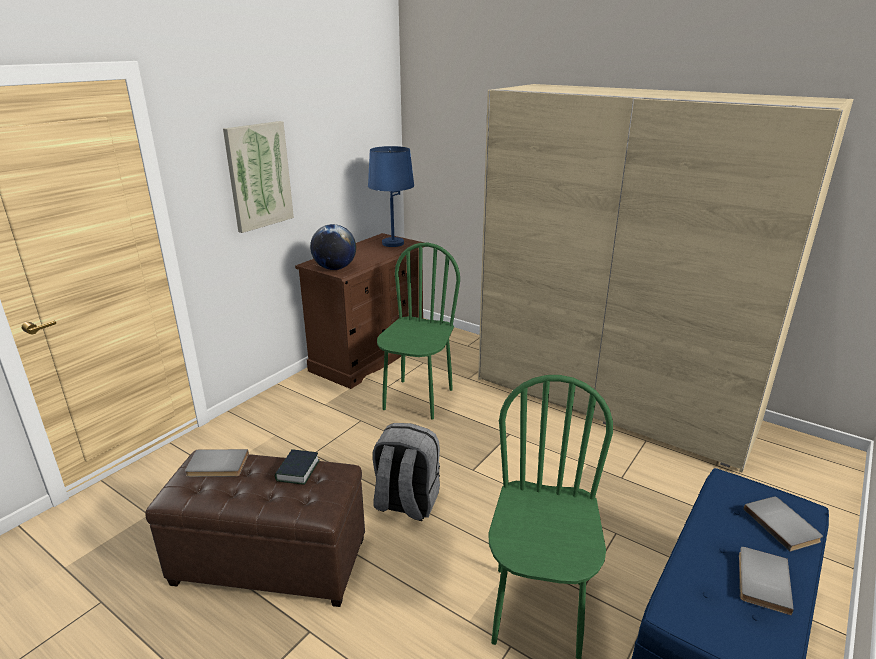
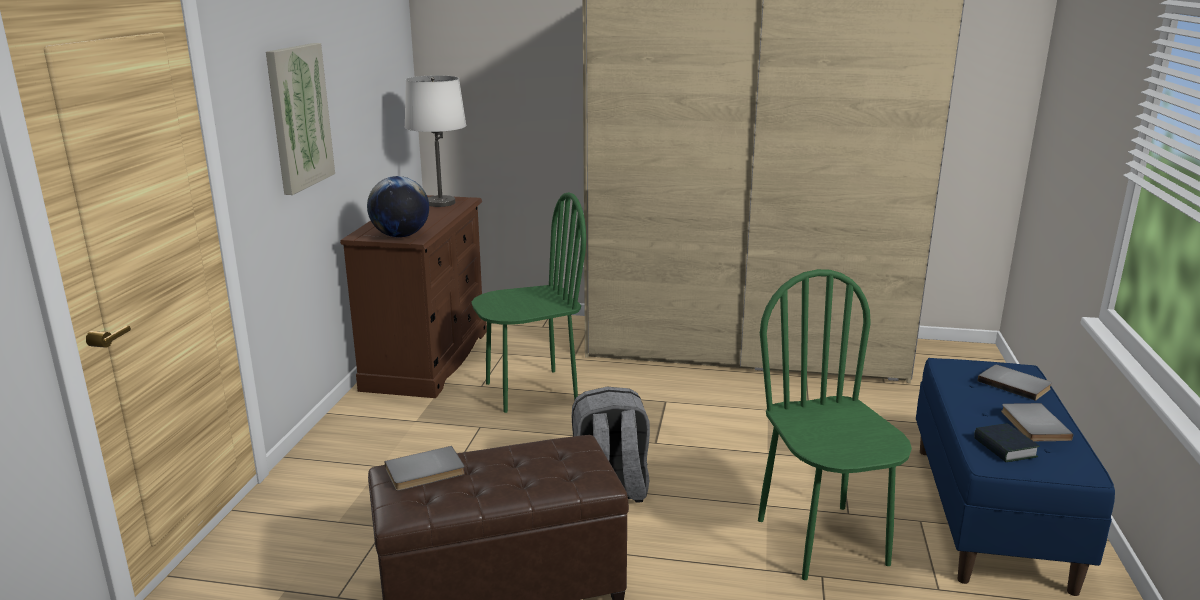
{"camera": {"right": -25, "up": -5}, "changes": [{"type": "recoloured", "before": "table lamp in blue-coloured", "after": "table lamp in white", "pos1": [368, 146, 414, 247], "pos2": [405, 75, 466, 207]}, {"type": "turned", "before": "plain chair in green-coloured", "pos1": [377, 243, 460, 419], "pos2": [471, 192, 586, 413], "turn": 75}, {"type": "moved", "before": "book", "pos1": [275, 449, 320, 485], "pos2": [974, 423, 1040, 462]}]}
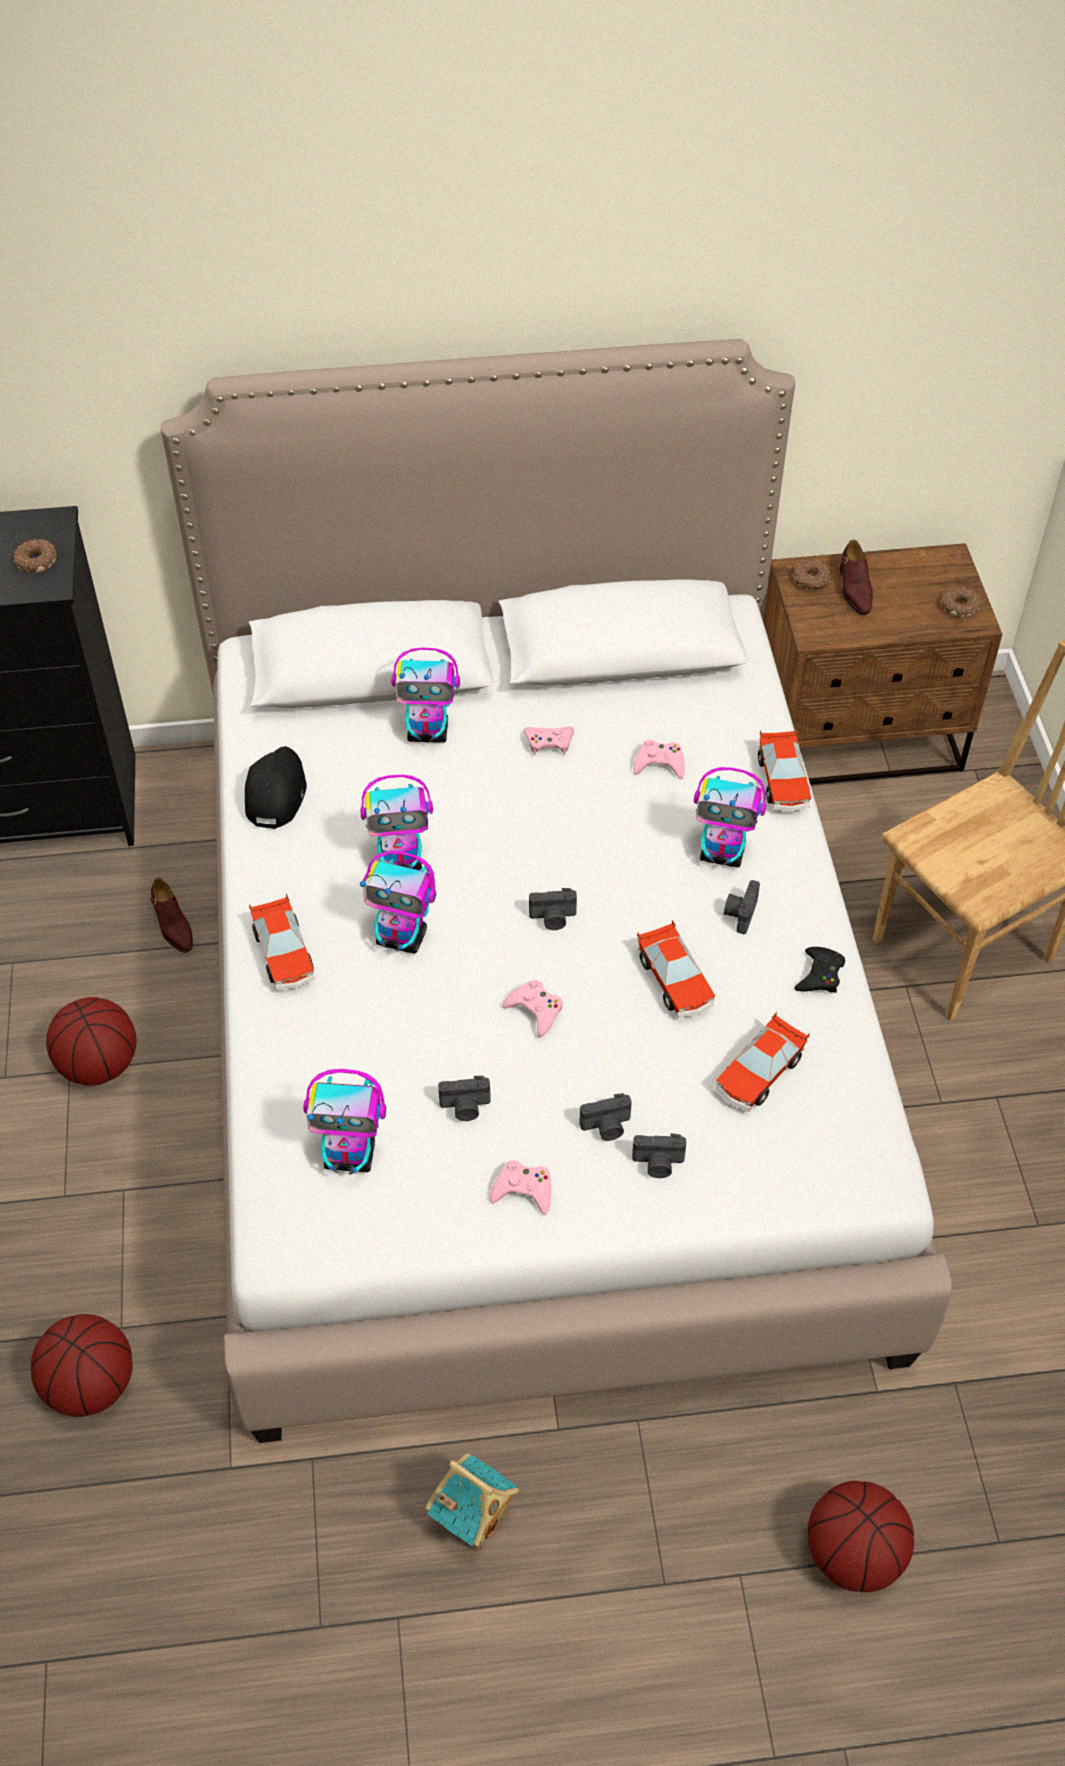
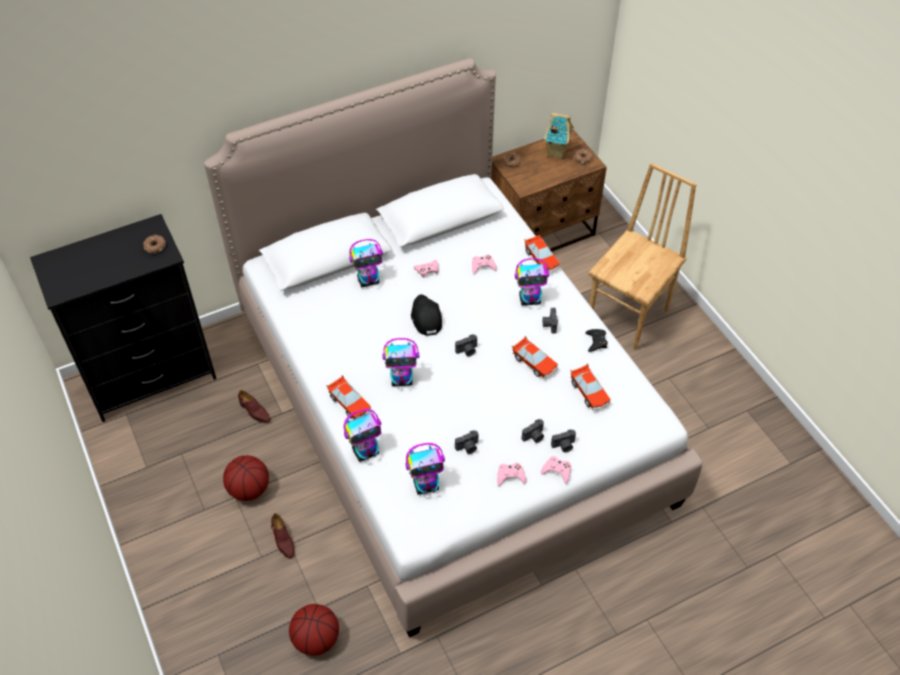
{"camera": {"right": -20, "up": 0}, "changes": [{"type": "moved", "before": "shoe in brownish", "pos1": [840, 539, 873, 615], "pos2": [271, 513, 294, 559]}, {"type": "moved", "before": "toy robot", "pos1": [360, 775, 433, 870], "pos2": [344, 409, 381, 462]}, {"type": "moved", "before": "cap in black", "pos1": [245, 746, 307, 829], "pos2": [411, 294, 442, 336]}, {"type": "moved", "before": "joypad in pink-coloured", "pos1": [502, 980, 563, 1037], "pos2": [541, 456, 571, 484]}, {"type": "moved", "before": "model house", "pos1": [426, 1453, 519, 1551], "pos2": [544, 113, 574, 159]}, {"type": "turned", "before": "model car", "pos1": [715, 1012, 810, 1112], "pos2": [571, 364, 611, 411], "turn": -45}, {"type": "removed", "before": "basketball ball", "pos1": [808, 1481, 914, 1592]}]}
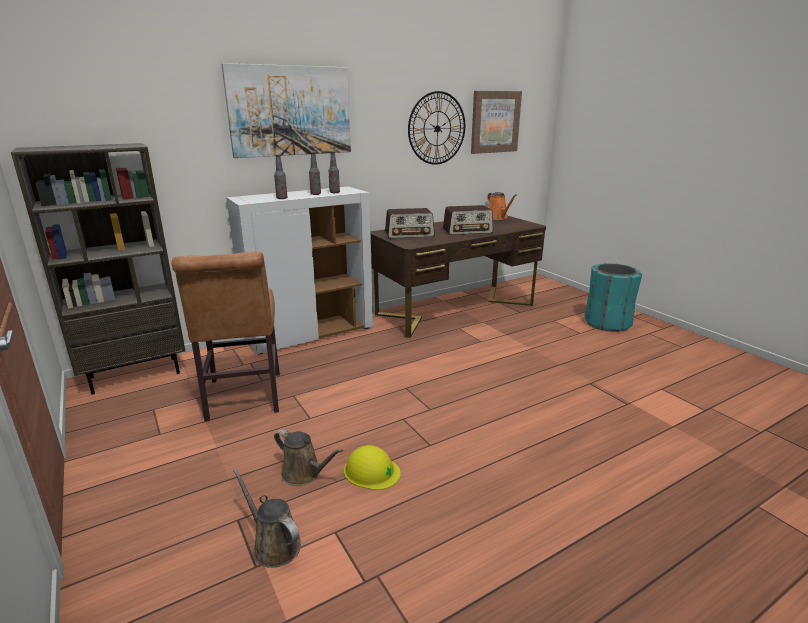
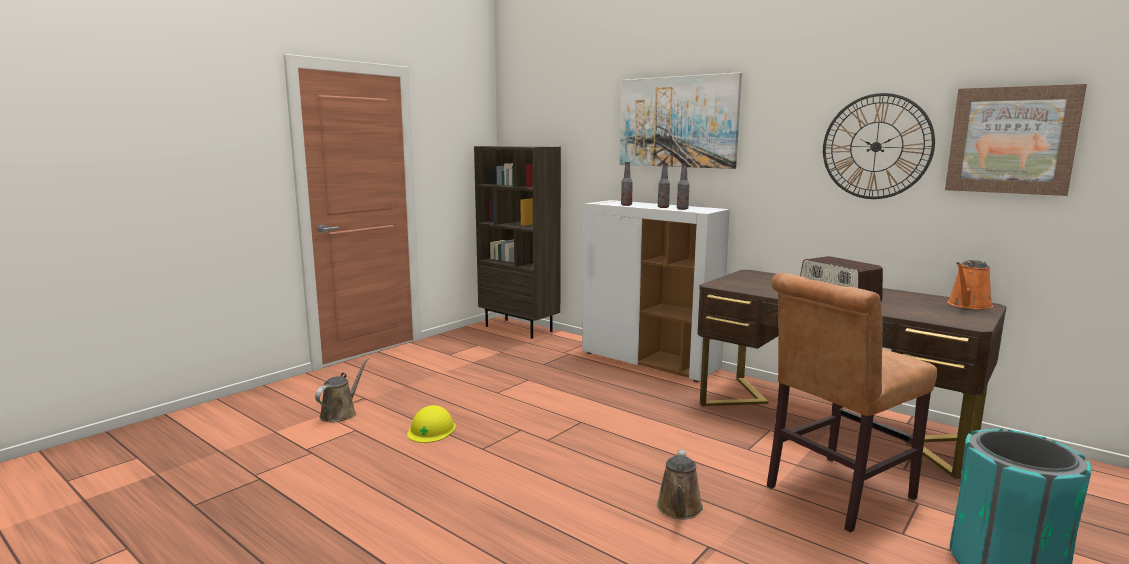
{"camera": {"right": 70, "up": -10}, "changes": [{"type": "moved", "before": "watering can in brownish", "pos1": [274, 429, 343, 486], "pos2": [657, 450, 703, 519]}, {"type": "moved", "before": "plain chair in brownish", "pos1": [171, 252, 280, 421], "pos2": [767, 273, 937, 532]}, {"type": "removed", "before": "radio", "pos1": [385, 208, 435, 239]}]}
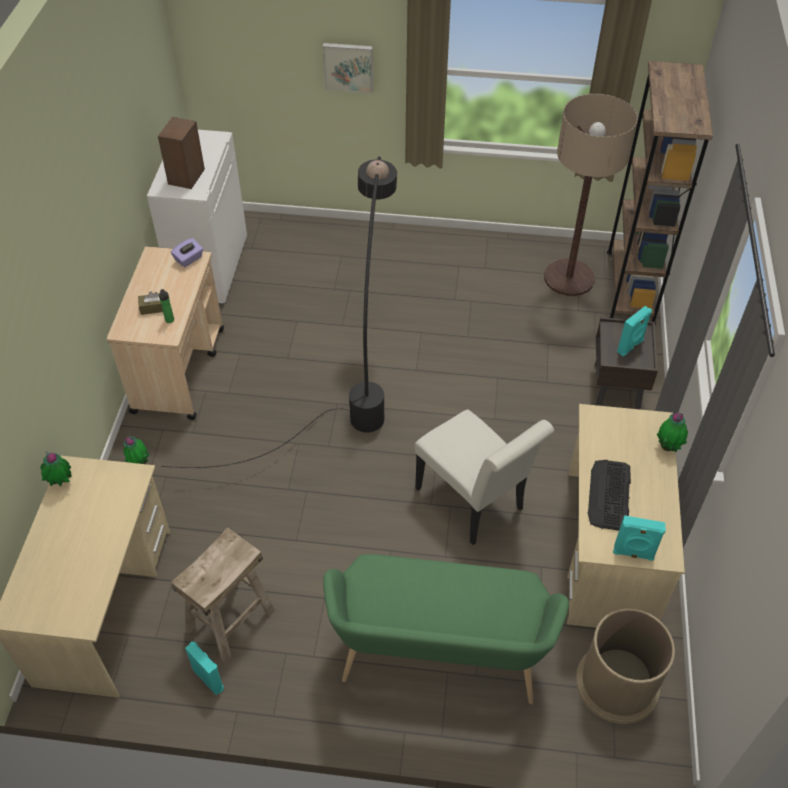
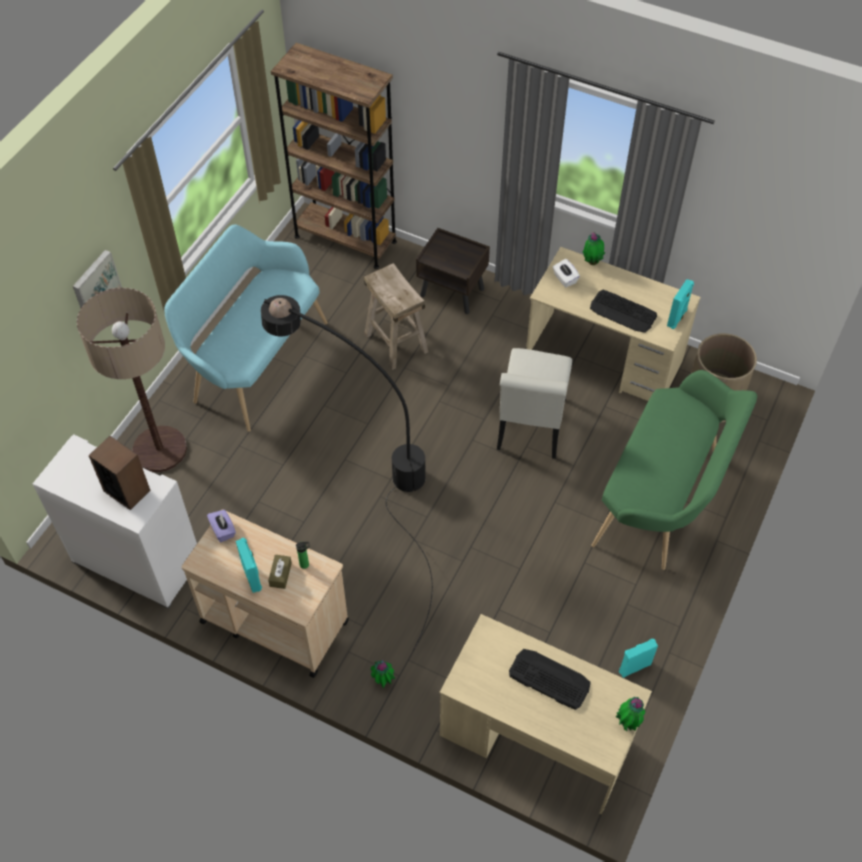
{"camera": {"right": -70, "up": 5}, "changes": [{"type": "moved", "before": "floor lamp", "pos1": [544, 94, 638, 296], "pos2": [77, 288, 187, 472]}, {"type": "added", "after": "indoor bench in blue-green", "pos2": [164, 224, 328, 432]}, {"type": "moved", "before": "loudspeaker in blue-green", "pos1": [617, 306, 652, 356], "pos2": [236, 538, 262, 593]}, {"type": "moved", "before": "stool in sand-coloured", "pos1": [171, 528, 275, 663], "pos2": [364, 263, 429, 370]}, {"type": "turned", "before": "plain chair in white", "pos1": [415, 410, 554, 545], "pos2": [497, 348, 572, 459], "turn": 120}, {"type": "added", "after": "computer keyboard", "pos2": [509, 649, 591, 710]}, {"type": "added", "after": "tissue box in white", "pos2": [553, 259, 580, 287]}, {"type": "moved", "before": "potted plant", "pos1": [40, 452, 72, 487], "pos2": [616, 697, 645, 731]}]}
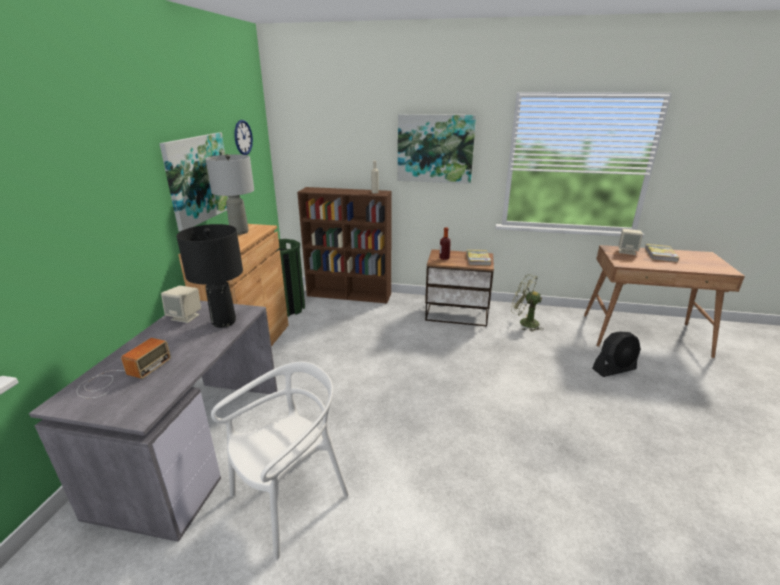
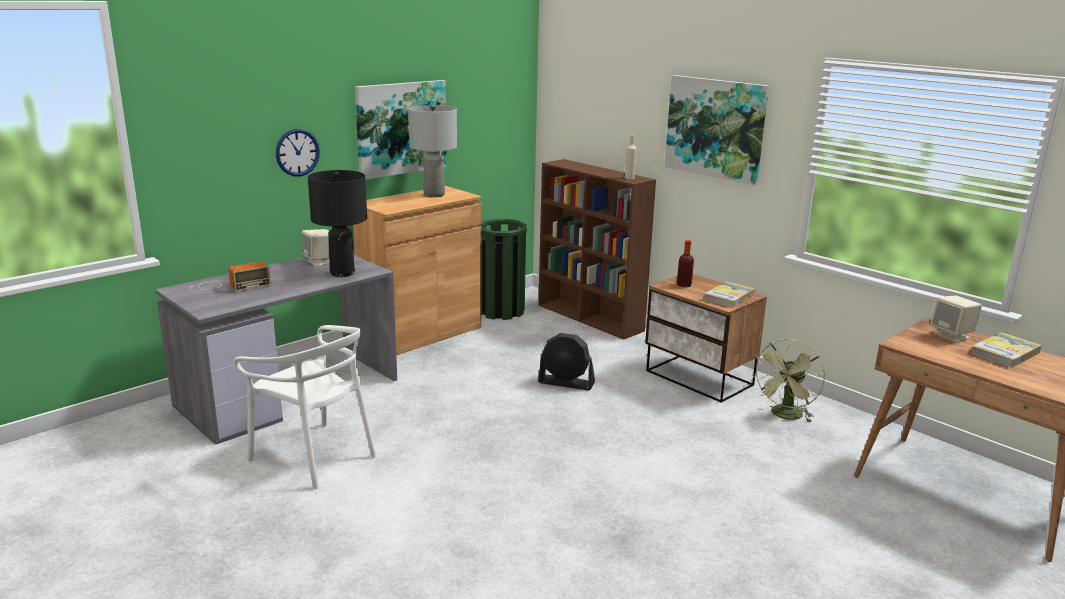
{"camera": {"right": 35, "up": -5}, "changes": [{"type": "turned", "before": "plain chair in white", "pos1": [211, 361, 349, 560], "pos2": [233, 325, 376, 489], "turn": 45}, {"type": "moved", "before": "hanging clock", "pos1": [234, 120, 253, 155], "pos2": [276, 129, 320, 177]}, {"type": "moved", "before": "cooling fan in black", "pos1": [592, 331, 641, 377], "pos2": [538, 333, 595, 390]}, {"type": "turned", "before": "cooling fan in green-coloured", "pos1": [511, 274, 544, 332], "pos2": [753, 339, 825, 423], "turn": -120}]}
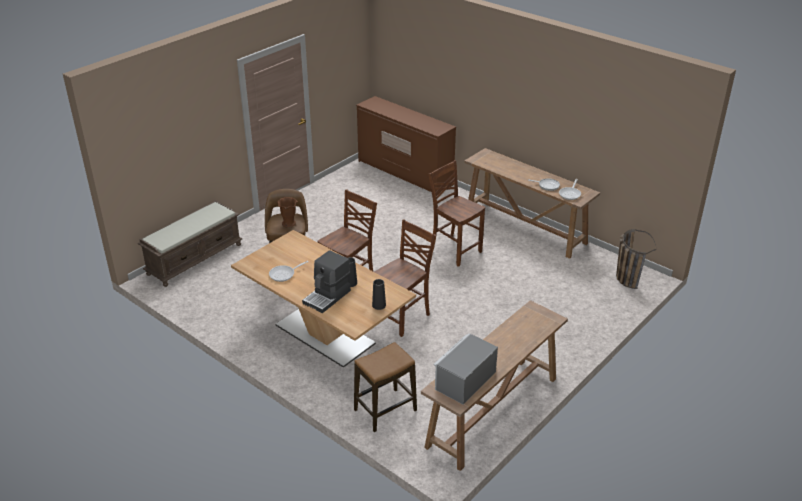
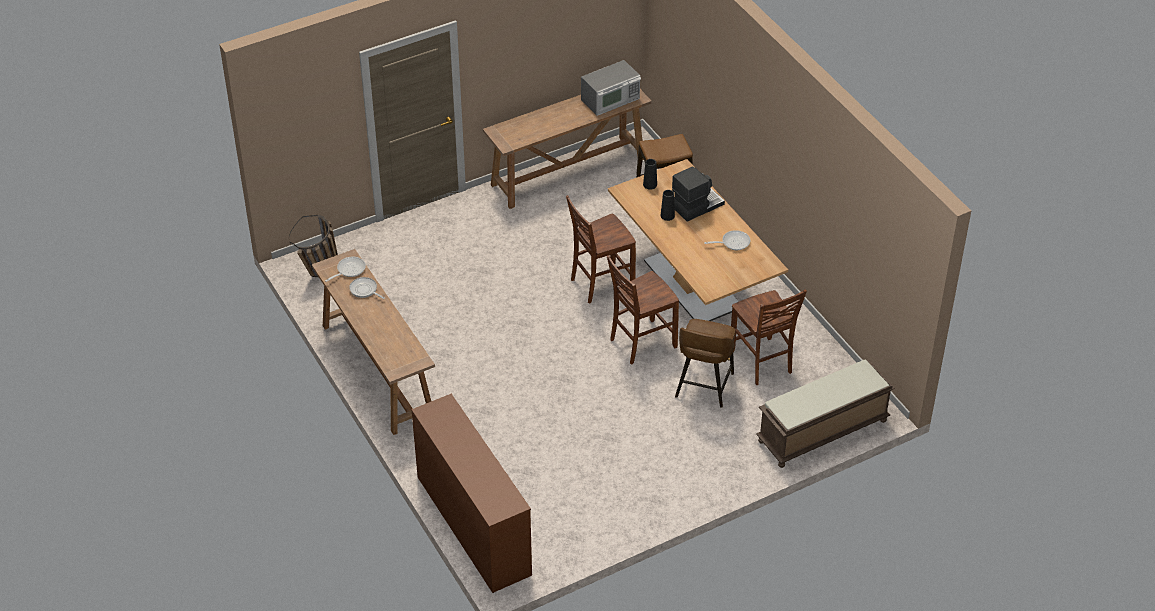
{"camera": {"right": -160, "up": 10}, "changes": [{"type": "moved", "before": "plain chair in brownish", "pos1": [429, 160, 485, 267], "pos2": [731, 290, 807, 385]}, {"type": "removed", "before": "decorative vase in brownish", "pos1": [277, 197, 298, 228]}]}
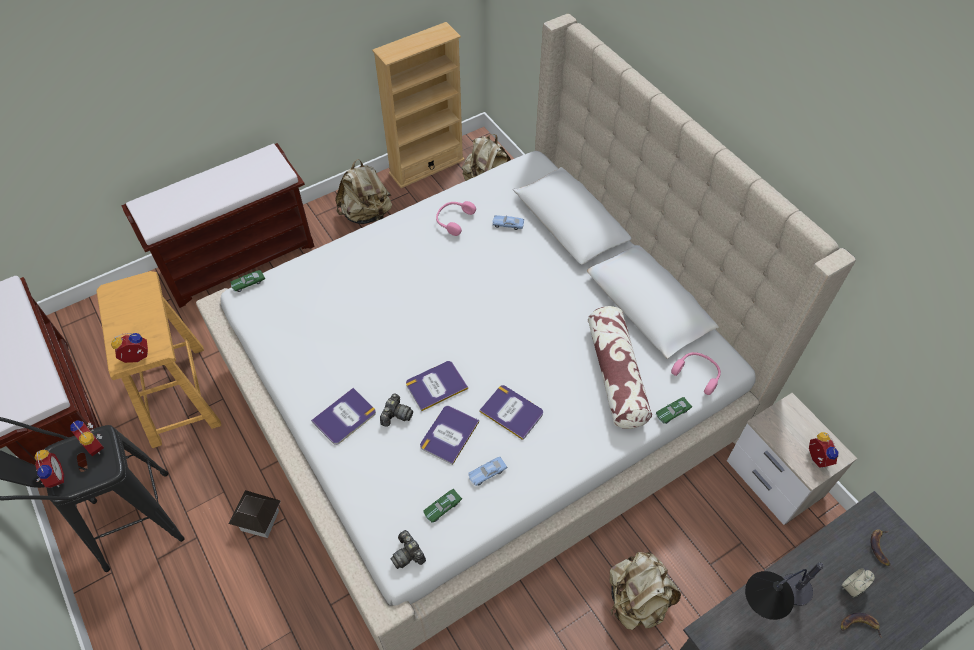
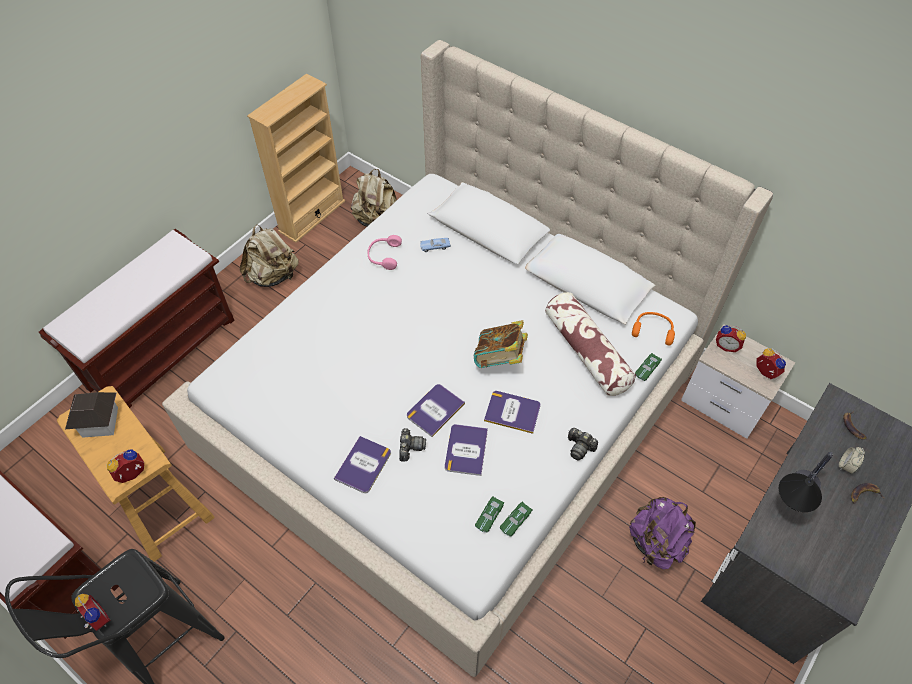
{"camera": {"right": -20, "up": 0}, "changes": [{"type": "moved", "before": "model house", "pos1": [228, 490, 281, 538], "pos2": [65, 392, 118, 438]}, {"type": "added", "after": "book", "pos2": [474, 320, 528, 368]}, {"type": "moved", "before": "model car in green-coloured", "pos1": [230, 270, 265, 292], "pos2": [500, 502, 533, 537]}, {"type": "moved", "before": "still camera", "pos1": [390, 530, 426, 569], "pos2": [568, 428, 598, 460]}, {"type": "recoloured", "before": "rucksack in sand-coloured", "after": "rucksack in purple-coloured", "pos1": [609, 552, 681, 630], "pos2": [629, 497, 696, 569]}, {"type": "recoloured", "before": "headset in pink-coloured", "after": "headset in orangey", "pos1": [671, 352, 721, 395], "pos2": [632, 312, 675, 345]}, {"type": "moved", "before": "bedside clock", "pos1": [70, 420, 104, 456], "pos2": [716, 325, 746, 352]}, {"type": "removed", "before": "model car in blue-coloured", "pos1": [468, 457, 508, 486]}]}
